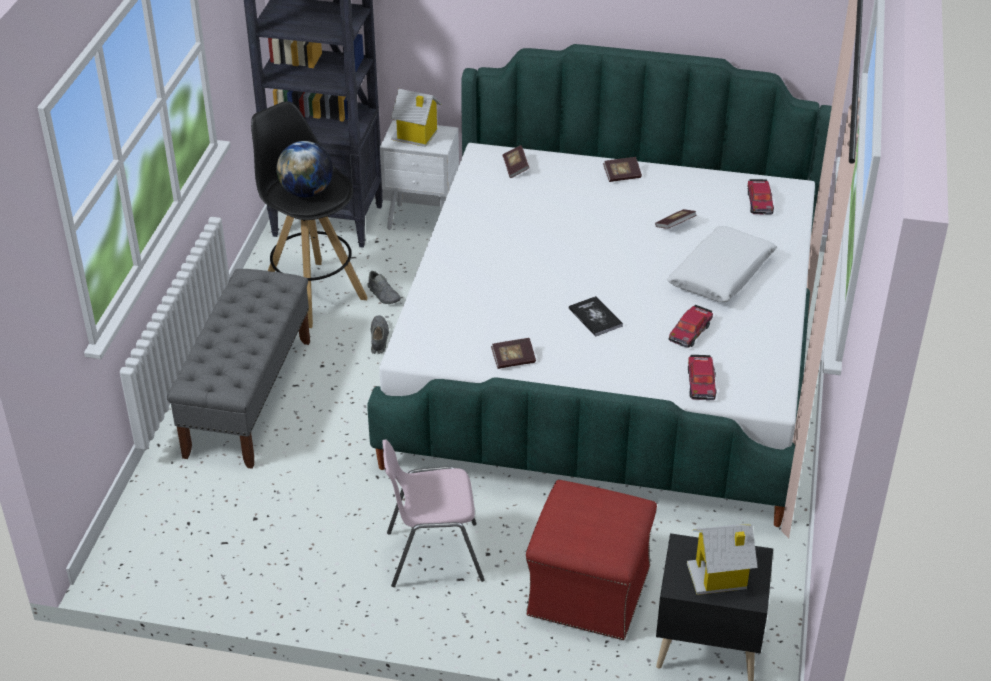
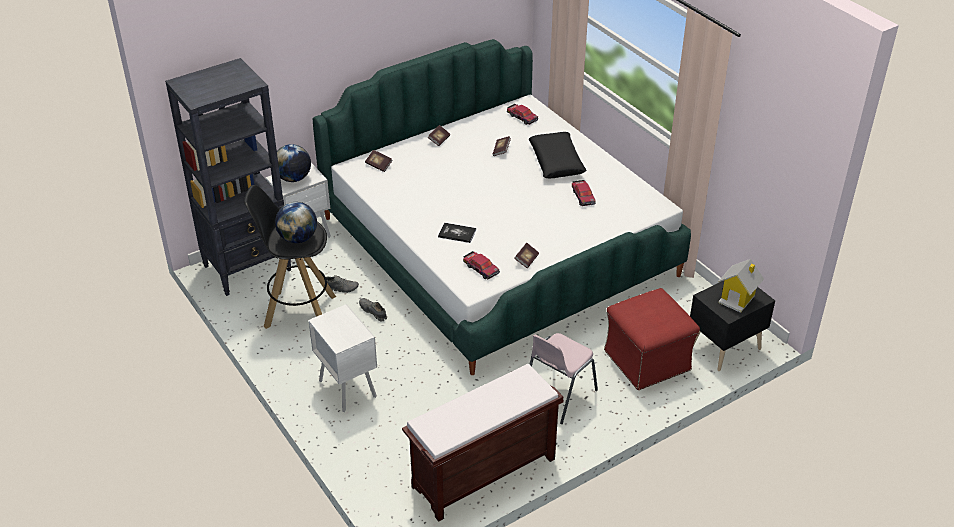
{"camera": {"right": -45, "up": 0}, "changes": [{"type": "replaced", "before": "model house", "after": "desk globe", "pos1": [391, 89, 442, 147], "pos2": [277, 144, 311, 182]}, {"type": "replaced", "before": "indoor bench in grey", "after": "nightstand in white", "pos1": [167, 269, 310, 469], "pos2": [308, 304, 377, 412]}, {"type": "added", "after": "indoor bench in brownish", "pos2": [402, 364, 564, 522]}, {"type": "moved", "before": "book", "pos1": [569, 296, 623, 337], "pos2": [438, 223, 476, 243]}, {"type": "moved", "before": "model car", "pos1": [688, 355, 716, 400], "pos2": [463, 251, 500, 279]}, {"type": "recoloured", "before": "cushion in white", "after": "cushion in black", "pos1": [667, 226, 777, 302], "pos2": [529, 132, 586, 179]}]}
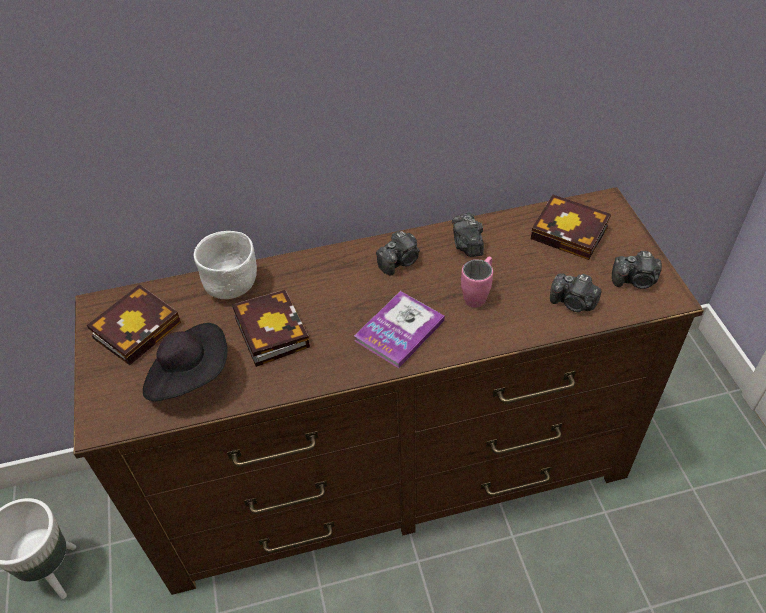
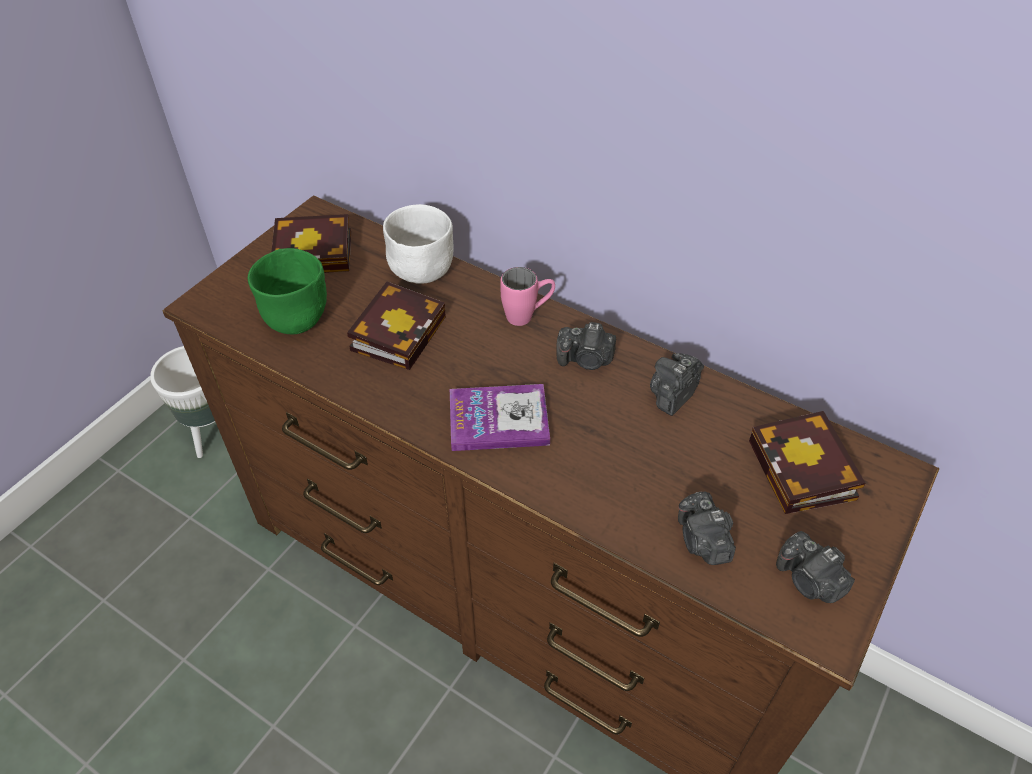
{"camera": {"right": 45, "up": 0}, "changes": [{"type": "replaced", "before": "hat in black", "after": "bowl in green-coloured", "pos1": [143, 323, 227, 401], "pos2": [248, 248, 327, 334]}, {"type": "moved", "before": "mug in pink-coloured", "pos1": [461, 257, 493, 308], "pos2": [500, 267, 555, 326]}]}
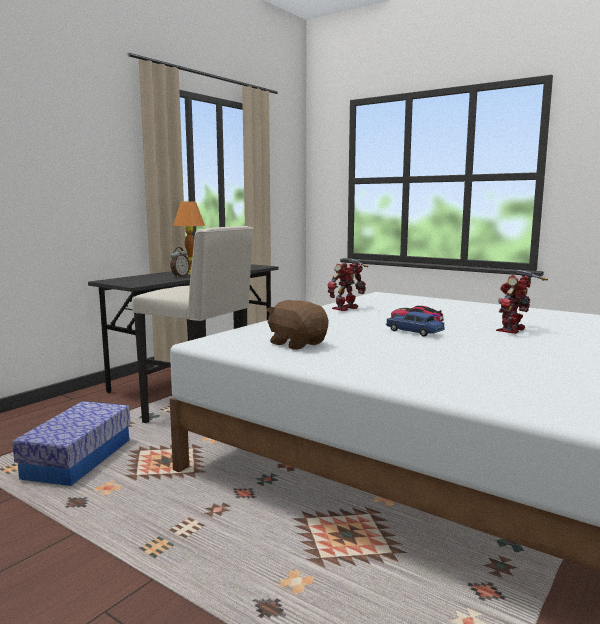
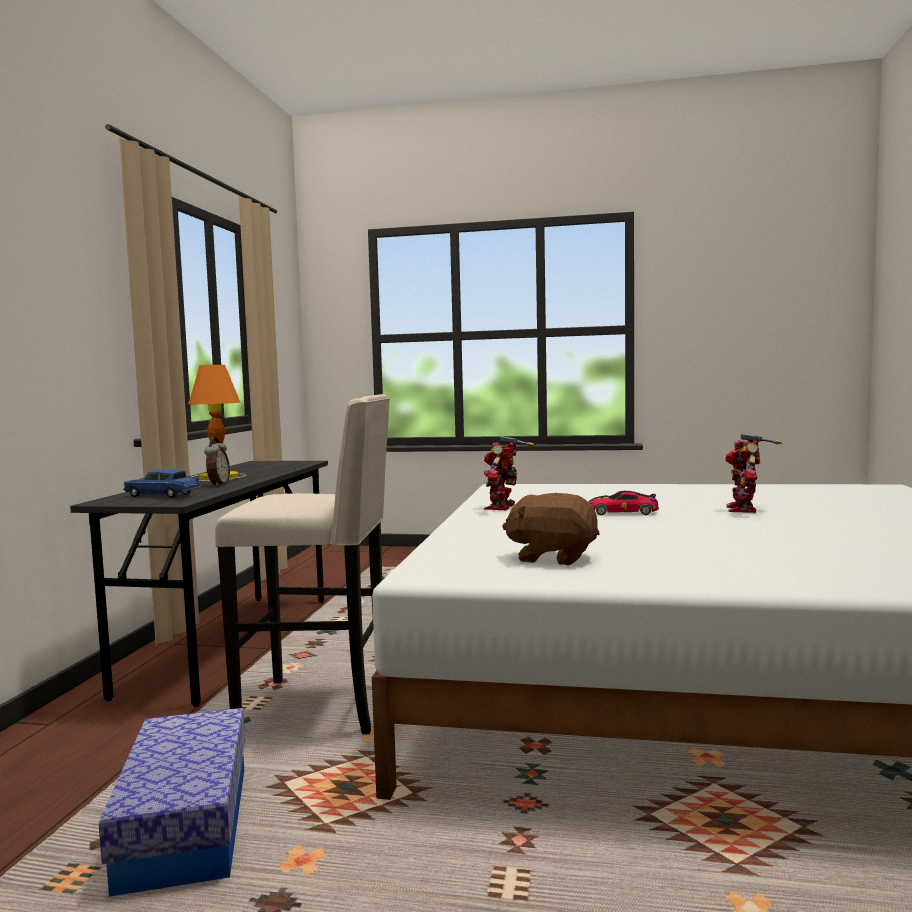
{"camera": {"right": -25, "up": -5}, "changes": [{"type": "moved", "before": "model car in blue-coloured", "pos1": [386, 312, 445, 337], "pos2": [123, 469, 201, 498]}]}
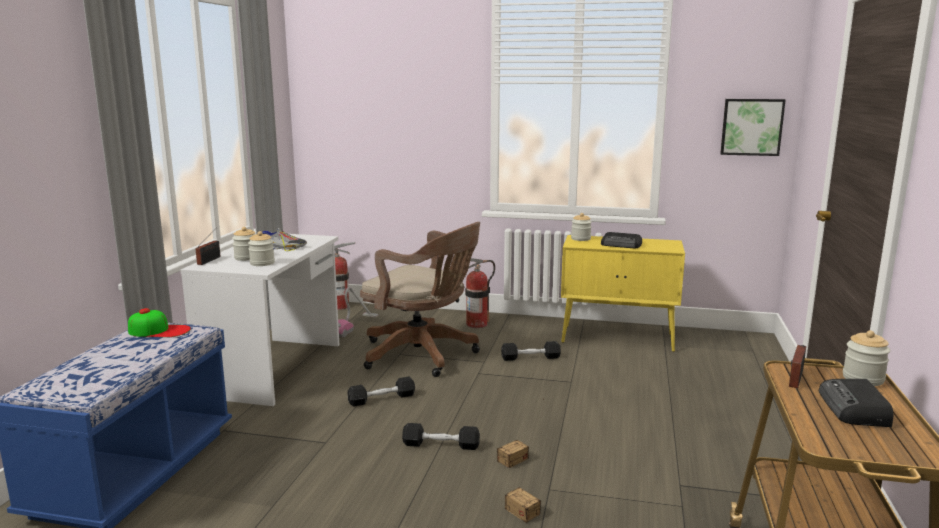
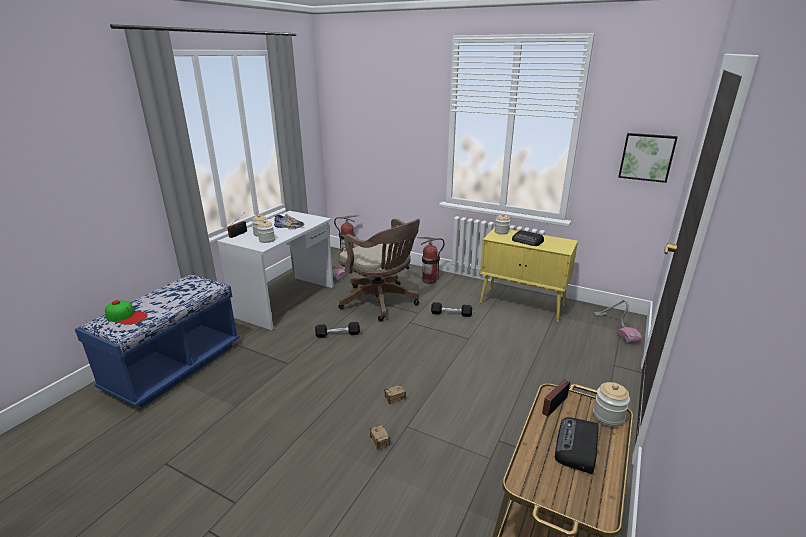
{"camera": {"right": 15, "up": 10}, "changes": [{"type": "moved", "before": "cap", "pos1": [128, 308, 191, 337], "pos2": [105, 300, 148, 325]}, {"type": "added", "after": "vacuum cleaner", "pos2": [593, 299, 642, 344]}, {"type": "removed", "before": "dumbbell in black", "pos1": [402, 423, 480, 450]}]}
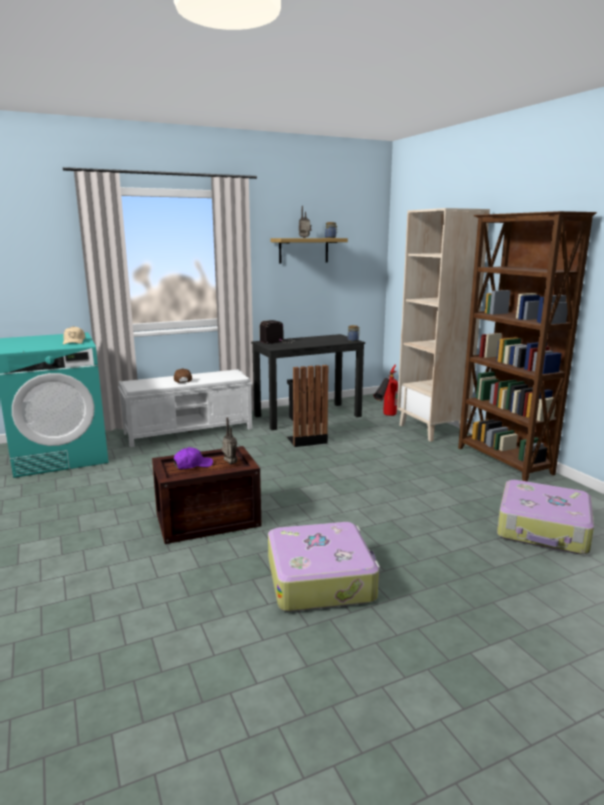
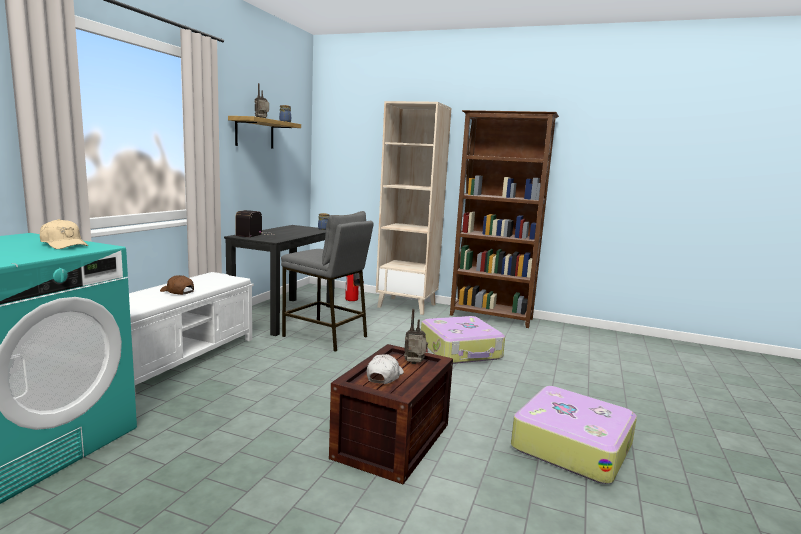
{"camera": {"right": -45, "up": -5}, "changes": [{"type": "replaced", "before": "waste bin in black", "after": "stool in grey", "pos1": [287, 365, 328, 447], "pos2": [281, 211, 374, 352]}, {"type": "recoloured", "before": "cap in purple-coloured", "after": "cap in white", "pos1": [173, 447, 213, 469], "pos2": [367, 354, 404, 384]}, {"type": "moved", "before": "suitcase", "pos1": [497, 480, 594, 554], "pos2": [421, 316, 505, 364]}]}
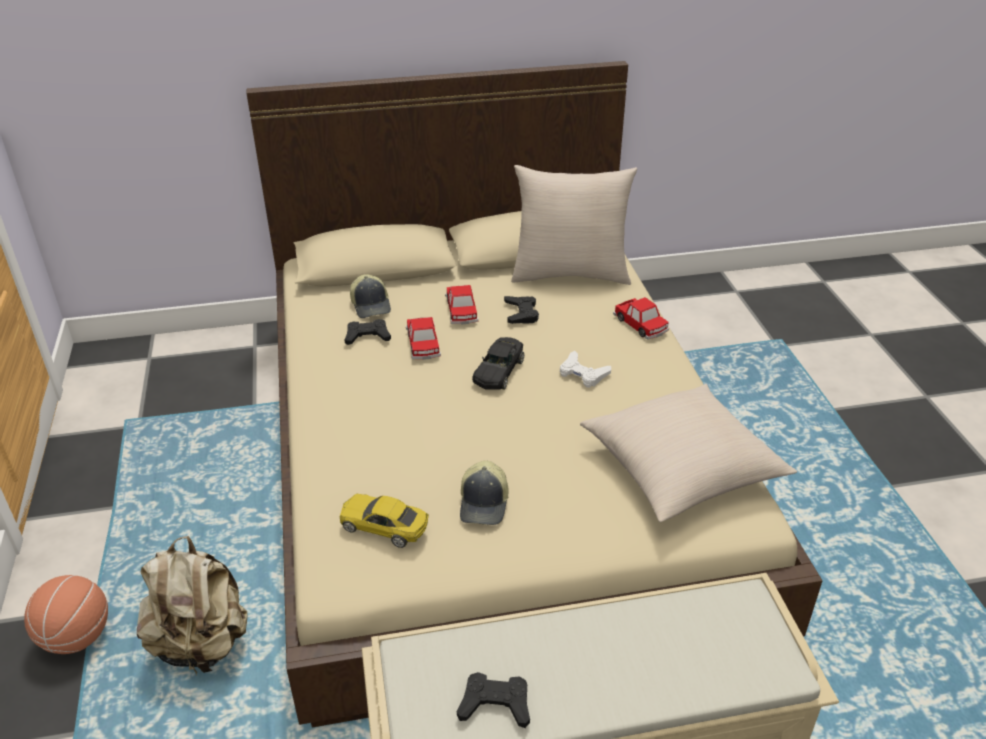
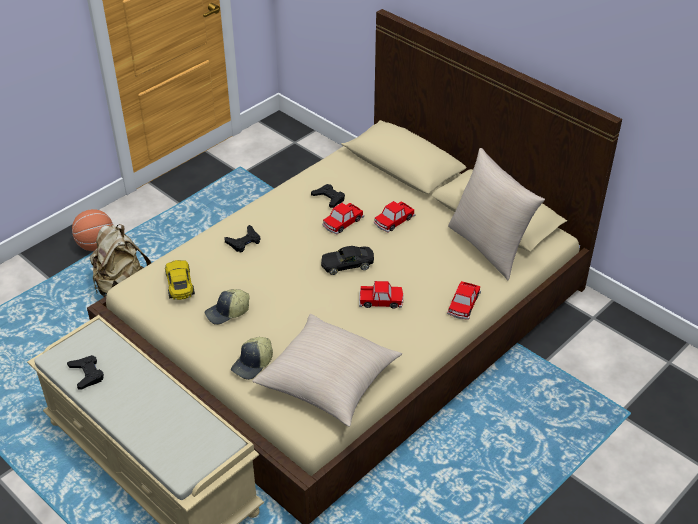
{"camera": {"right": 55, "up": 5}, "changes": [{"type": "moved", "before": "joypad in black", "pos1": [504, 296, 539, 324], "pos2": [224, 225, 260, 252]}, {"type": "moved", "before": "cap", "pos1": [350, 274, 391, 318], "pos2": [231, 337, 273, 380]}, {"type": "replaced", "before": "joypad in white", "after": "model car", "pos1": [560, 351, 611, 388], "pos2": [359, 281, 404, 309]}]}
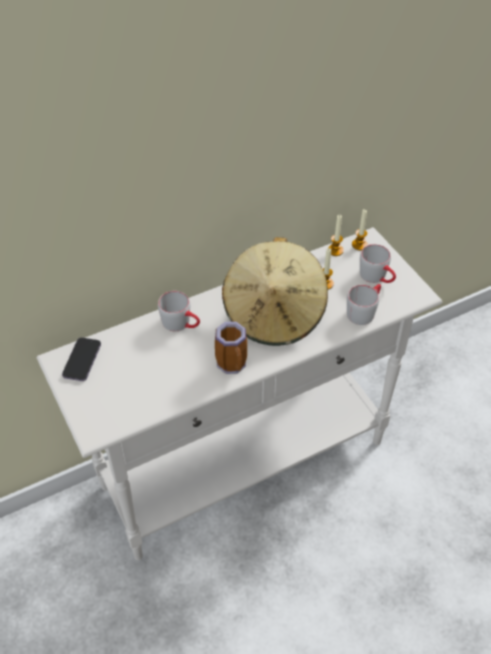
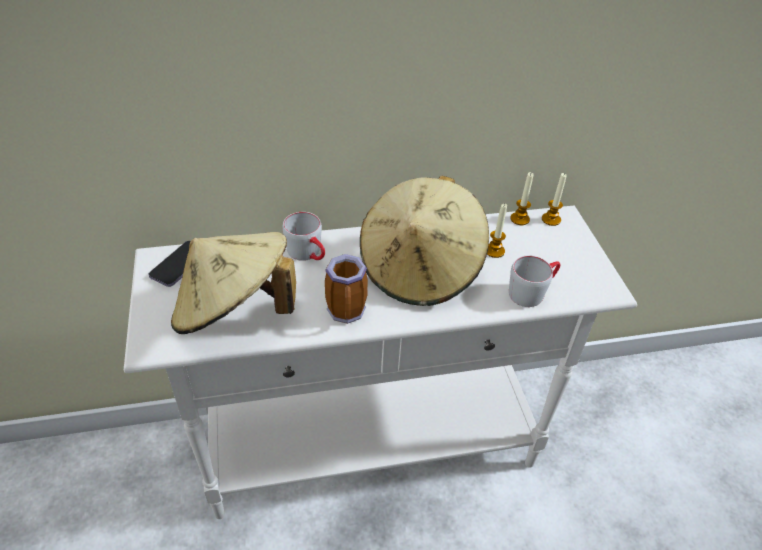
{"camera": {"right": 15, "up": -5}, "changes": [{"type": "added", "after": "hat in sand-coloured", "pos2": [171, 232, 296, 334]}, {"type": "removed", "before": "mug in grey", "pos1": [360, 244, 396, 283]}]}
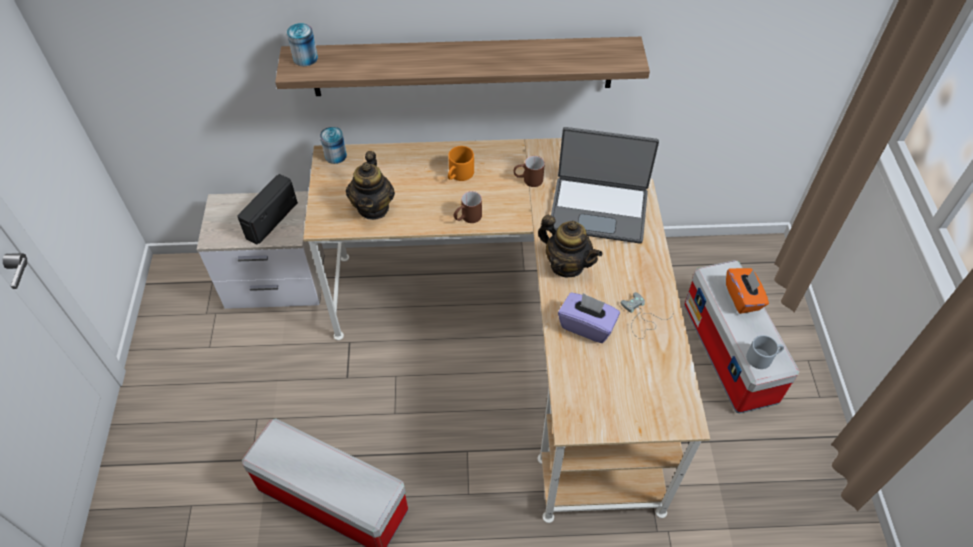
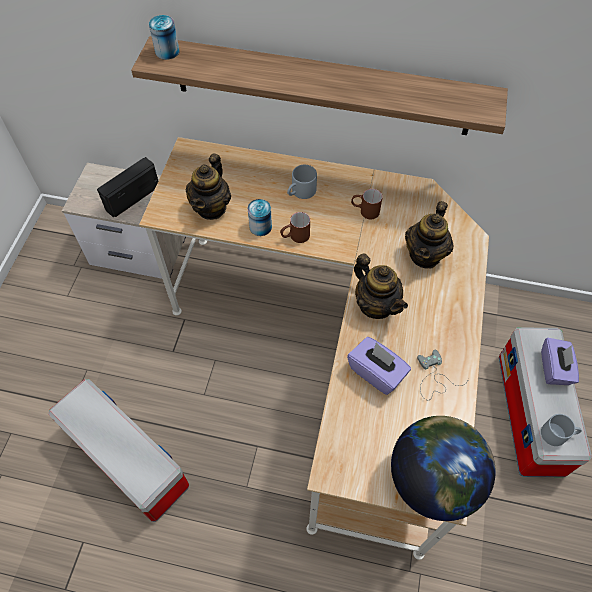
{"camera": {"right": 15, "up": 5}, "changes": [{"type": "moved", "before": "sealed can", "pos1": [320, 127, 347, 164], "pos2": [248, 199, 272, 236]}, {"type": "recoloured", "before": "mug in orangey", "after": "mug in grey", "pos1": [448, 146, 474, 181], "pos2": [287, 165, 317, 199]}, {"type": "added", "after": "desk globe", "pos2": [391, 416, 496, 521]}, {"type": "replaced", "before": "notebook computer", "after": "tea pot", "pos1": [551, 127, 659, 243], "pos2": [405, 201, 453, 268]}, {"type": "recoloured", "before": "tissue box in orangey", "after": "tissue box in purple-coloured", "pos1": [726, 268, 769, 314], "pos2": [541, 338, 579, 385]}]}
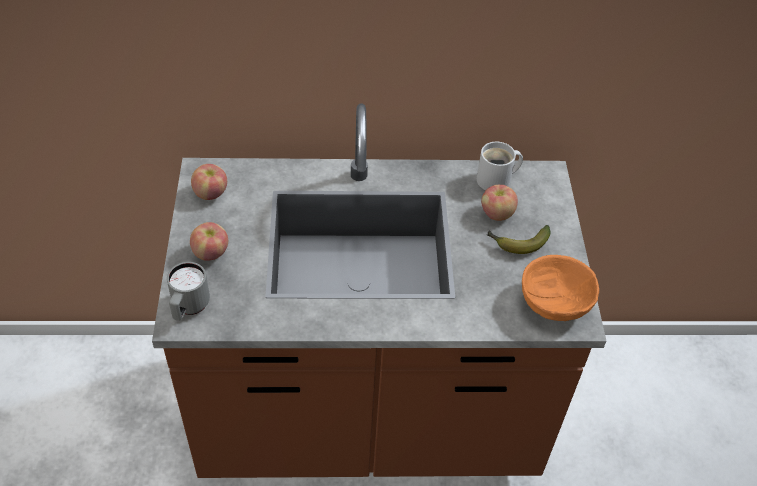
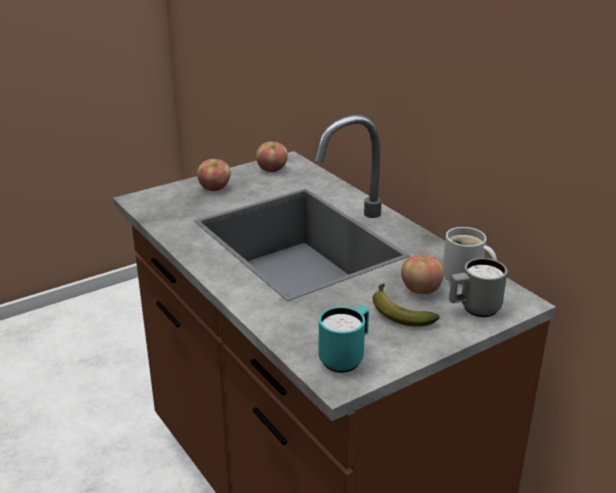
{"camera": {"right": 60, "up": -20}, "changes": [{"type": "replaced", "before": "bowl in orangey", "after": "mug in blue-green", "pos1": [522, 255, 599, 321], "pos2": [319, 305, 369, 373]}, {"type": "moved", "before": "mug in grey", "pos1": [167, 262, 210, 321], "pos2": [449, 258, 507, 317]}]}
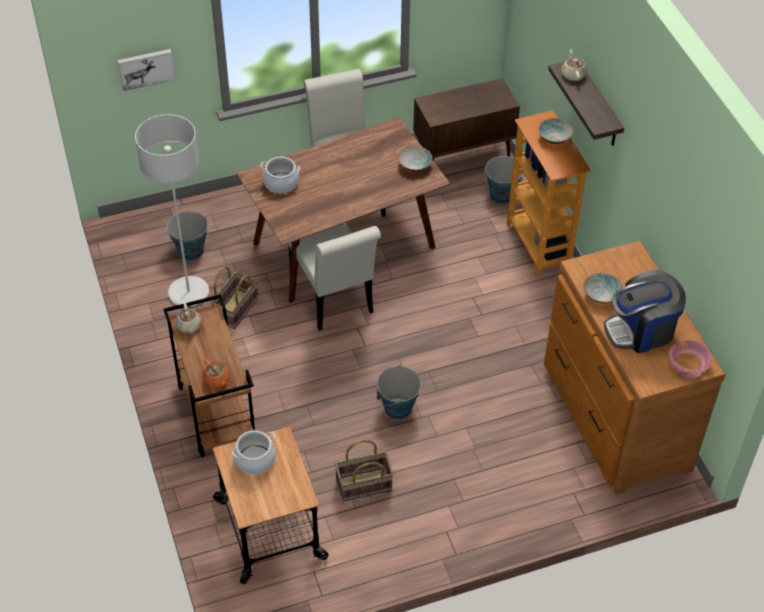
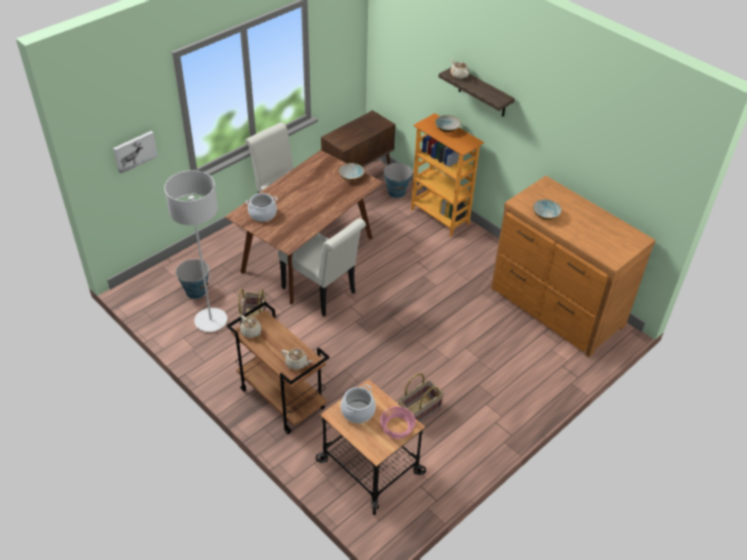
{"camera": {"right": -25, "up": -5}, "changes": [{"type": "recoloured", "before": "tea pot in orangey", "after": "tea pot in sand-coloured", "pos1": [203, 359, 230, 388], "pos2": [282, 349, 313, 370]}, {"type": "moved", "before": "bowl in pink-coloured", "pos1": [669, 340, 712, 378], "pos2": [380, 406, 416, 439]}, {"type": "removed", "before": "bucket", "pos1": [377, 365, 421, 419]}, {"type": "removed", "before": "coffee machine", "pos1": [604, 270, 686, 353]}]}
